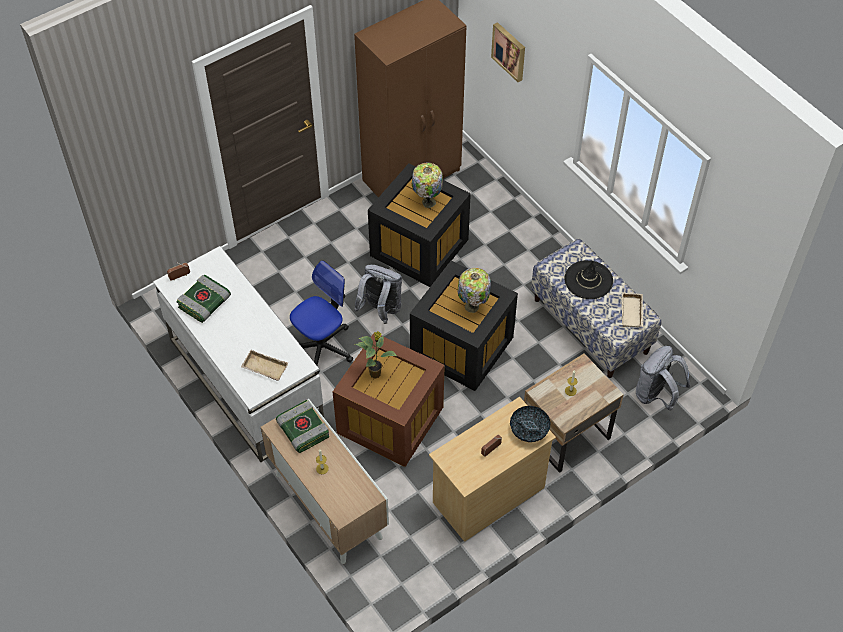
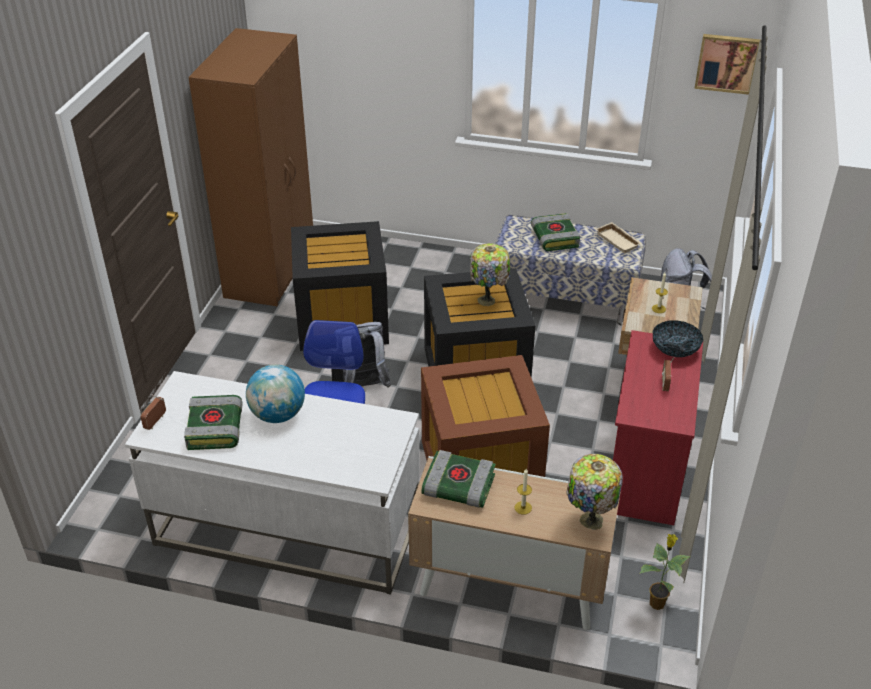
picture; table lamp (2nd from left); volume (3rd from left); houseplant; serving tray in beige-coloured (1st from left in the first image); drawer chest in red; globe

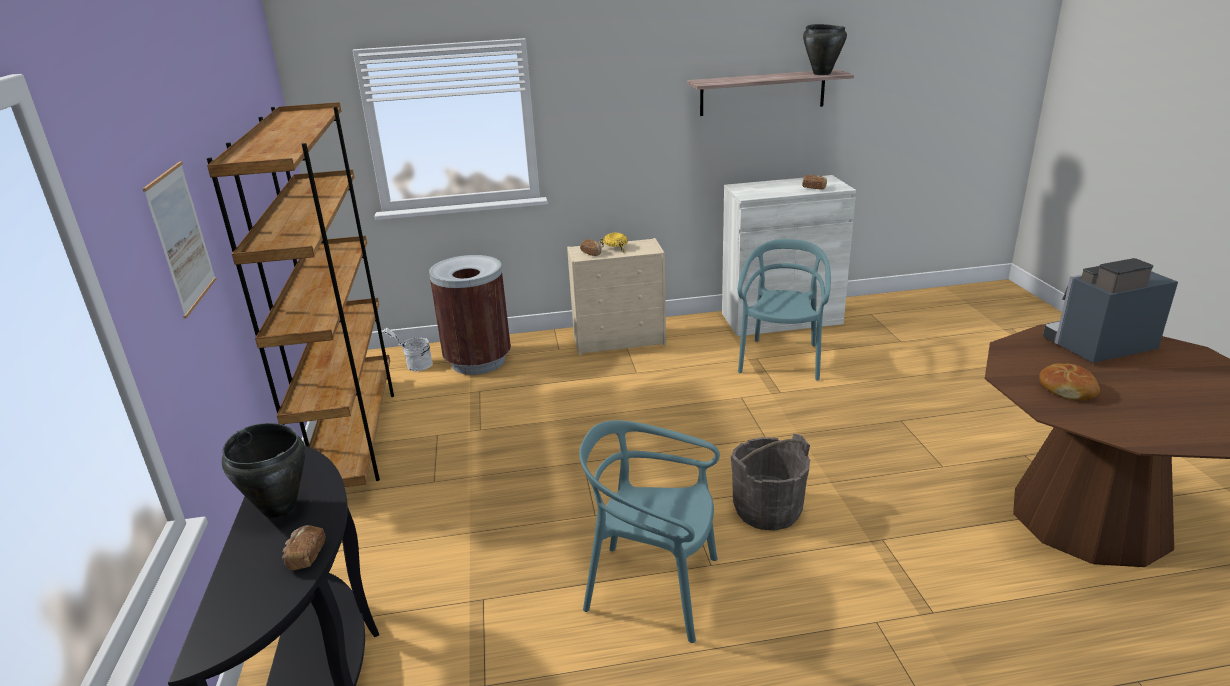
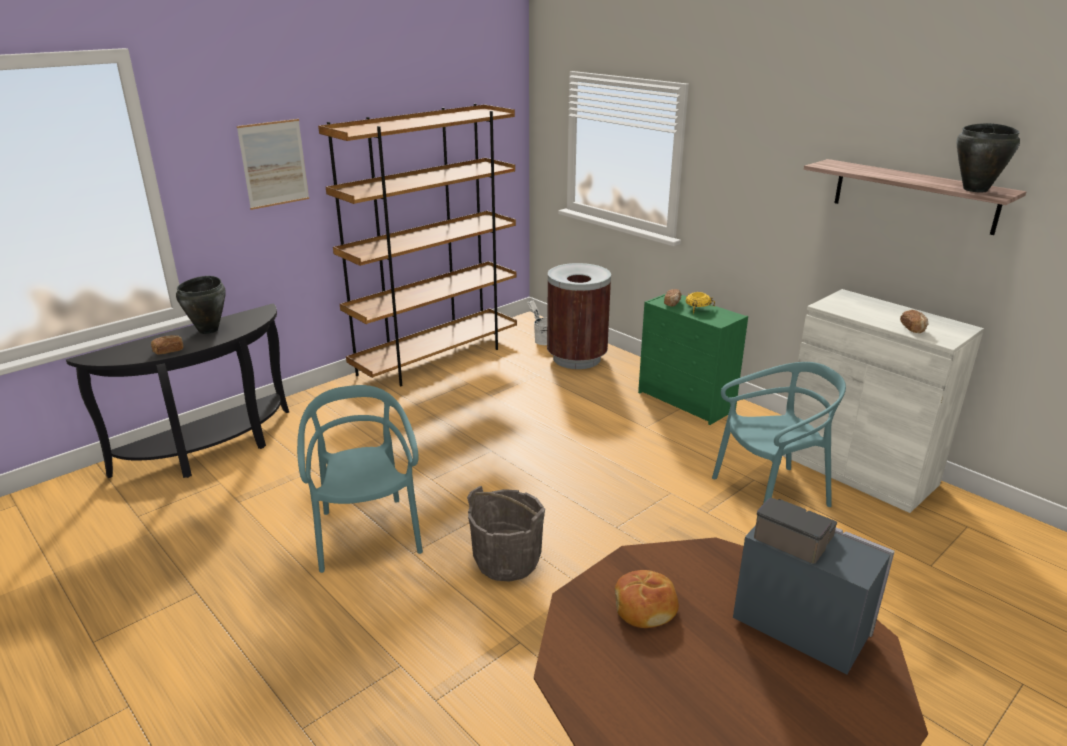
drawer chest in greenish

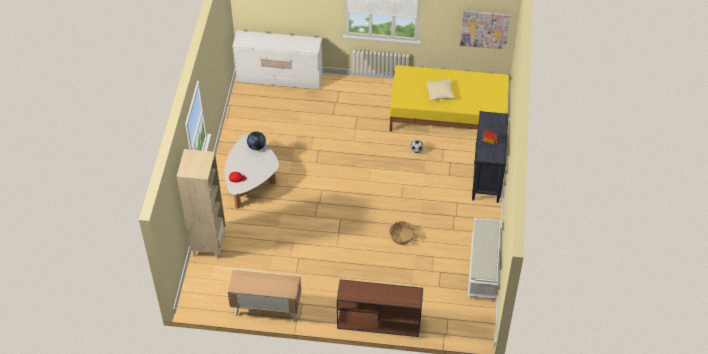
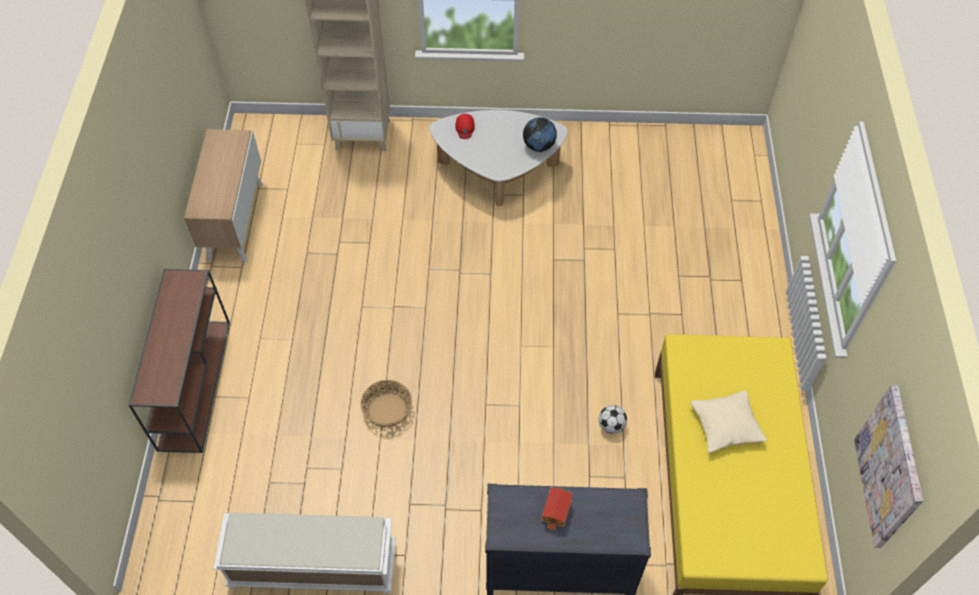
drawer chest in white-coloured

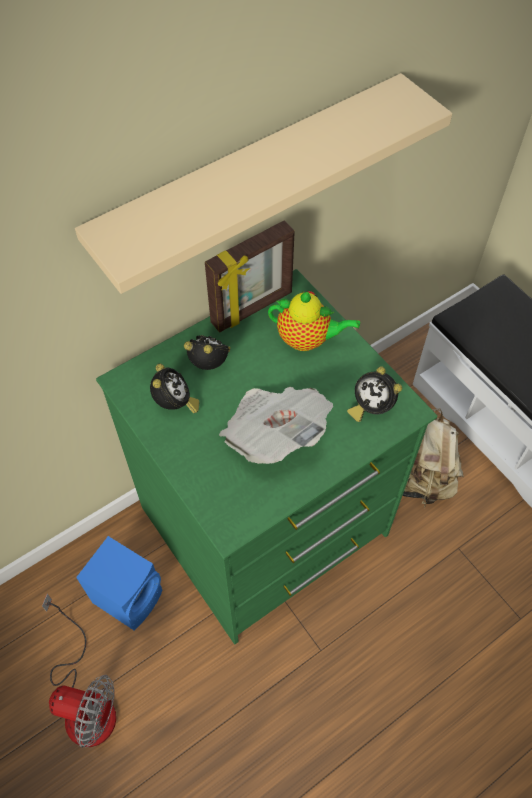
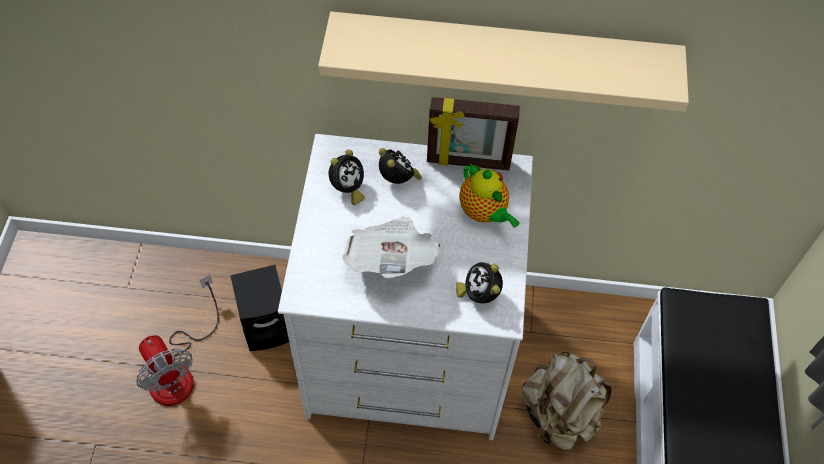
drawer chest in white-coloured; audio speaker in blackish

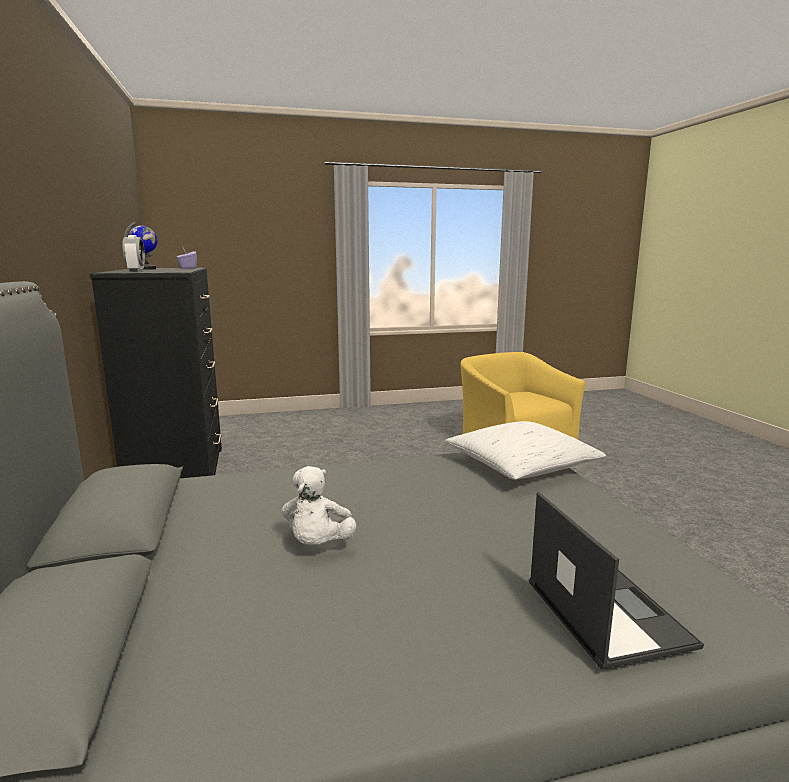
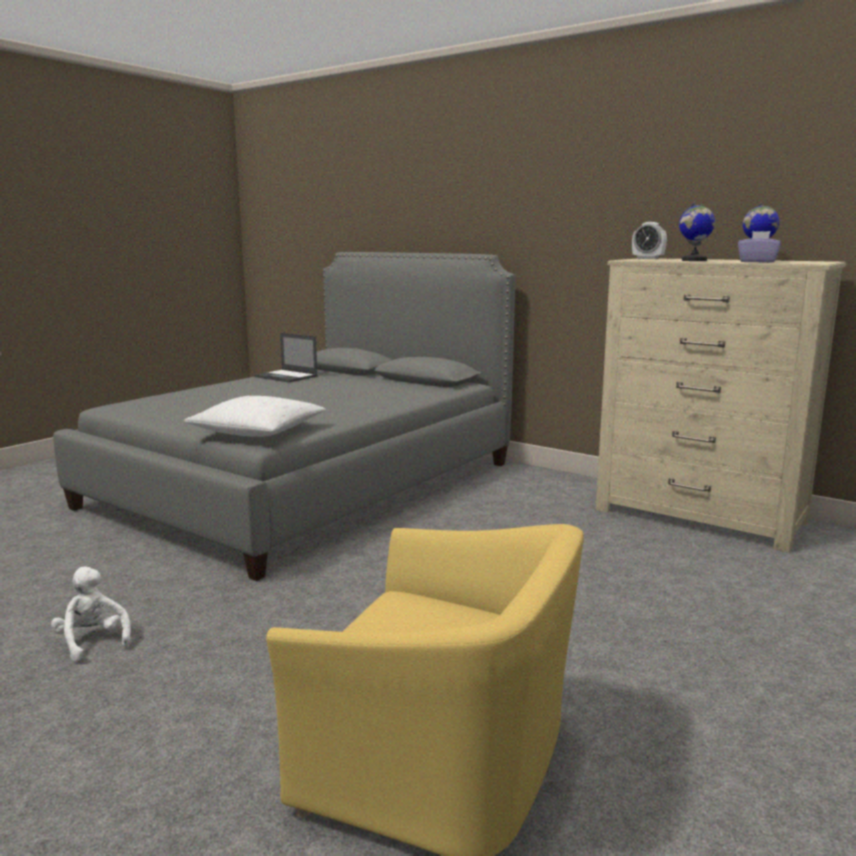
drawer chest in beige-coloured; cuddly toy in white-coloured; laptop; globe (1st from left)

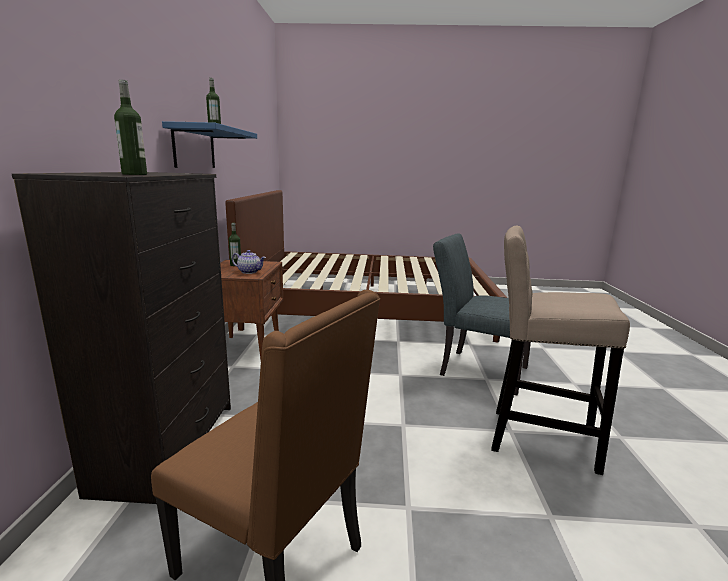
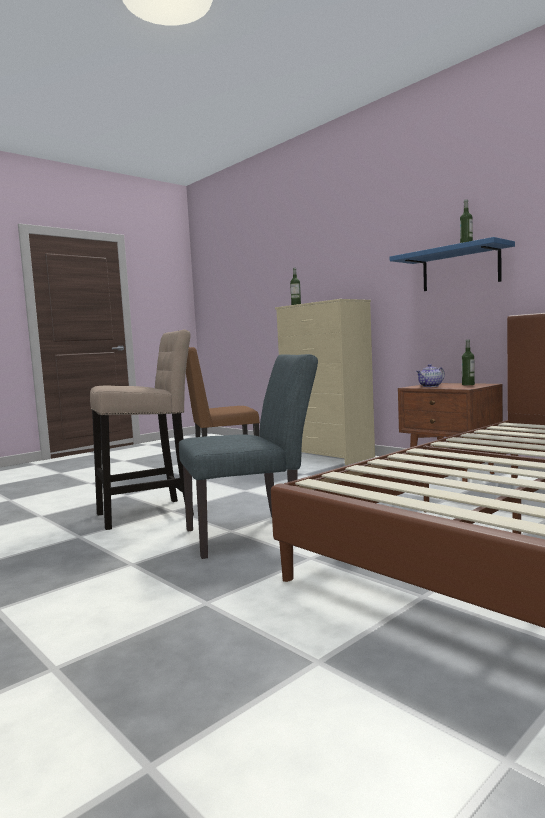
drawer chest in beige-coloured

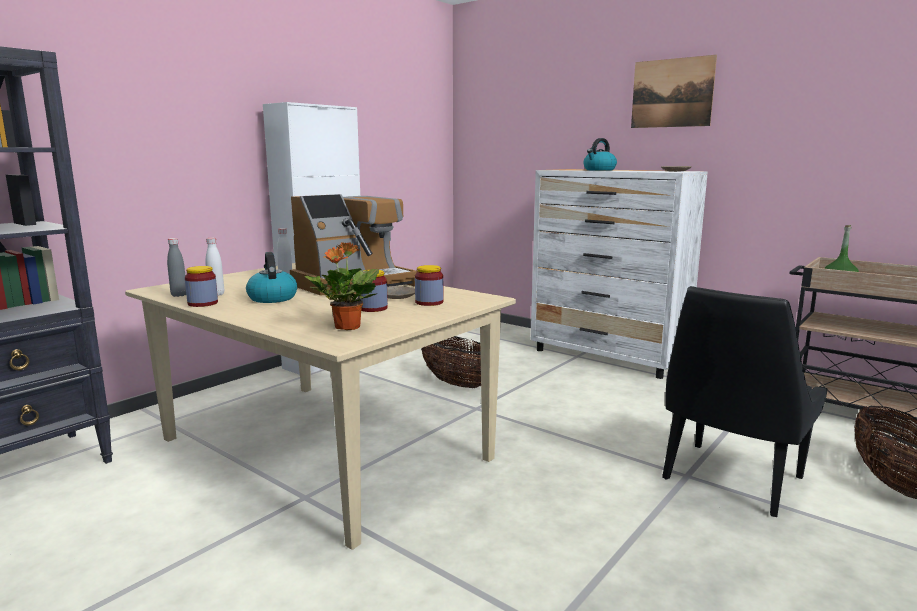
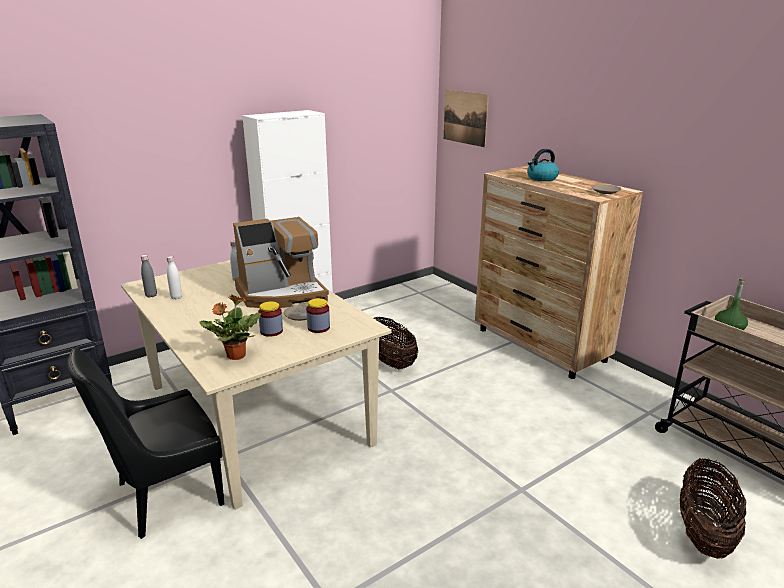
picture; drawer chest in brownish; kettle (1st from left in the first image); jar (1st from left in the first image); chair in blackish

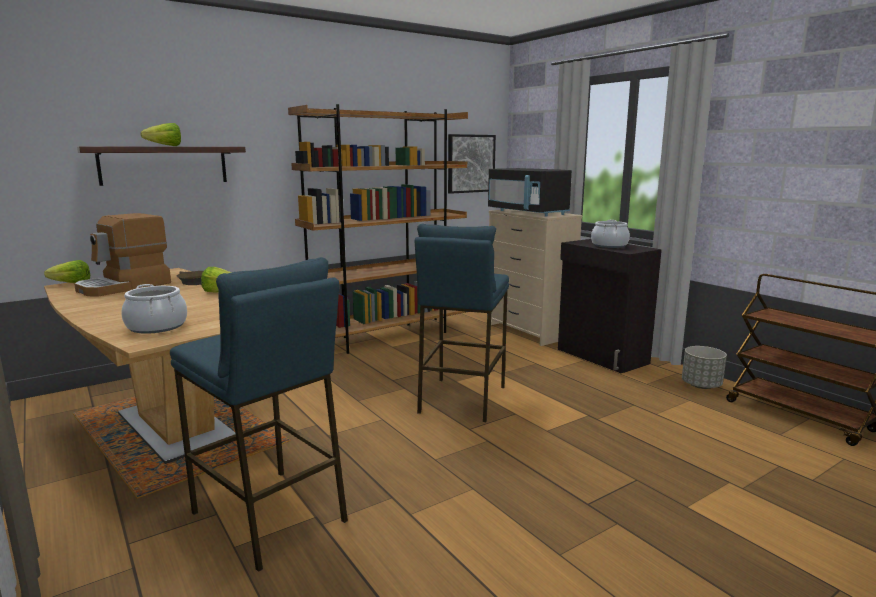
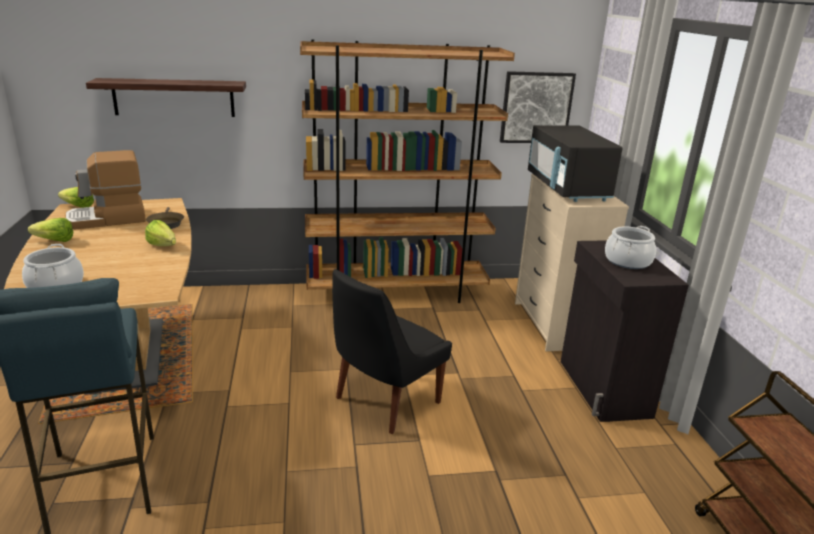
head of lettuce (1st from left); chair in blackish; flower pot in greyish

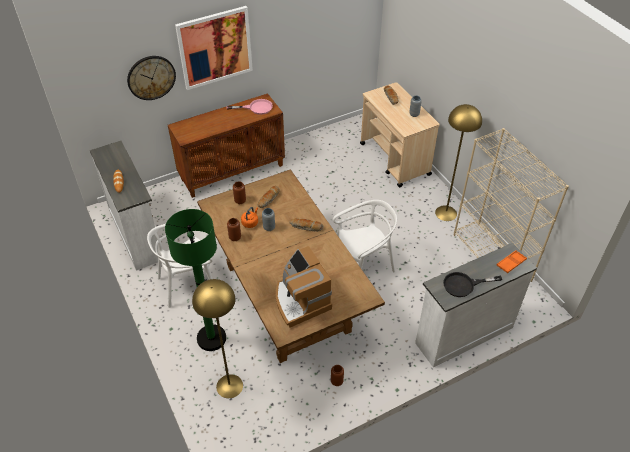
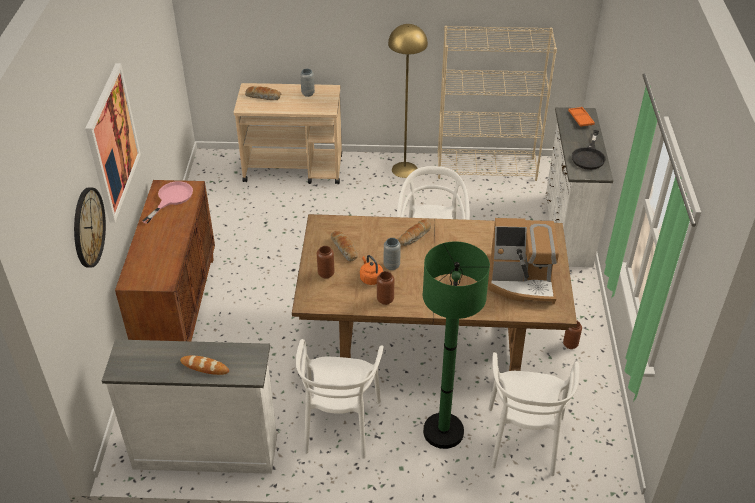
chair in white-coloured (3rd from left)

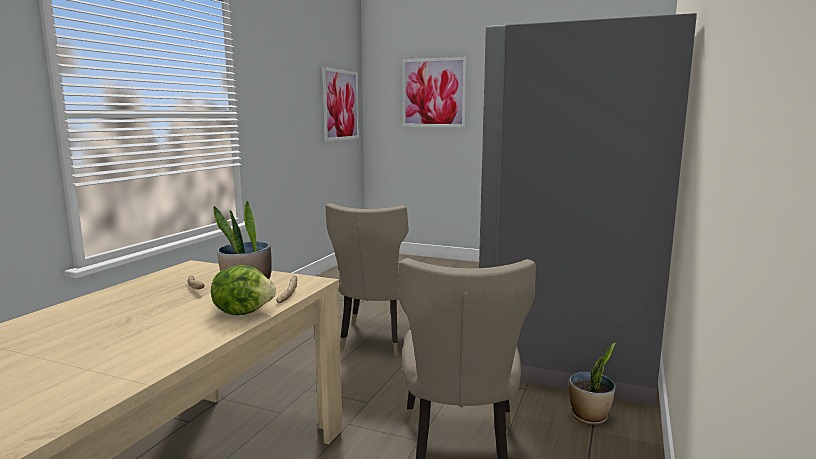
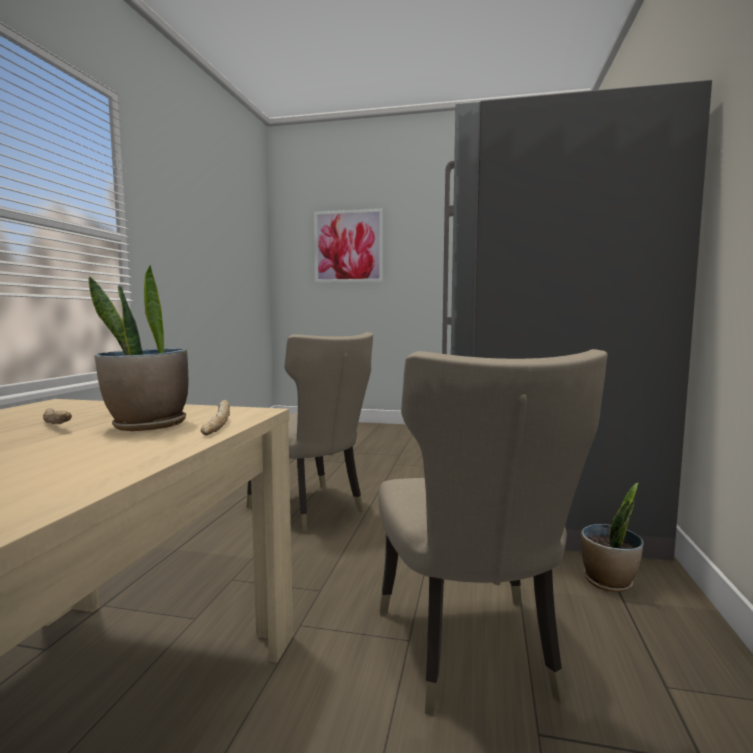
picture (1st from left in the first image); chair in beige-coloured (1st from left); head of lettuce

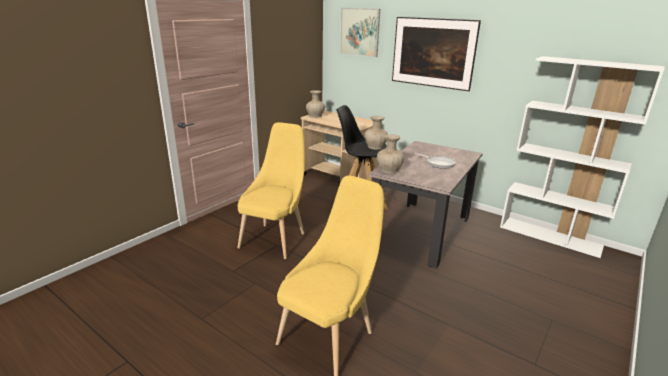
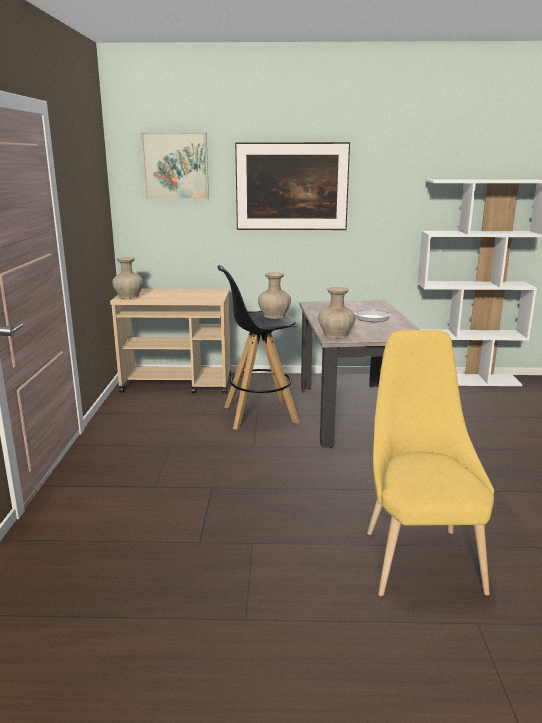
chair in yellowish (1st from left in the first image)

